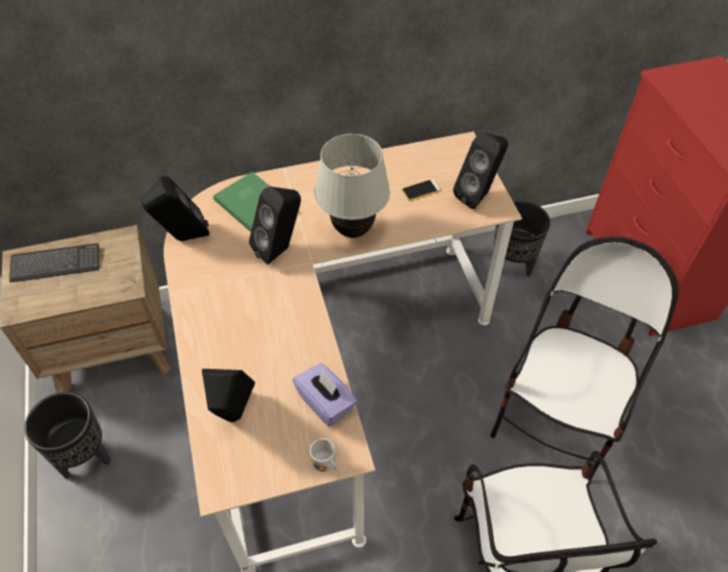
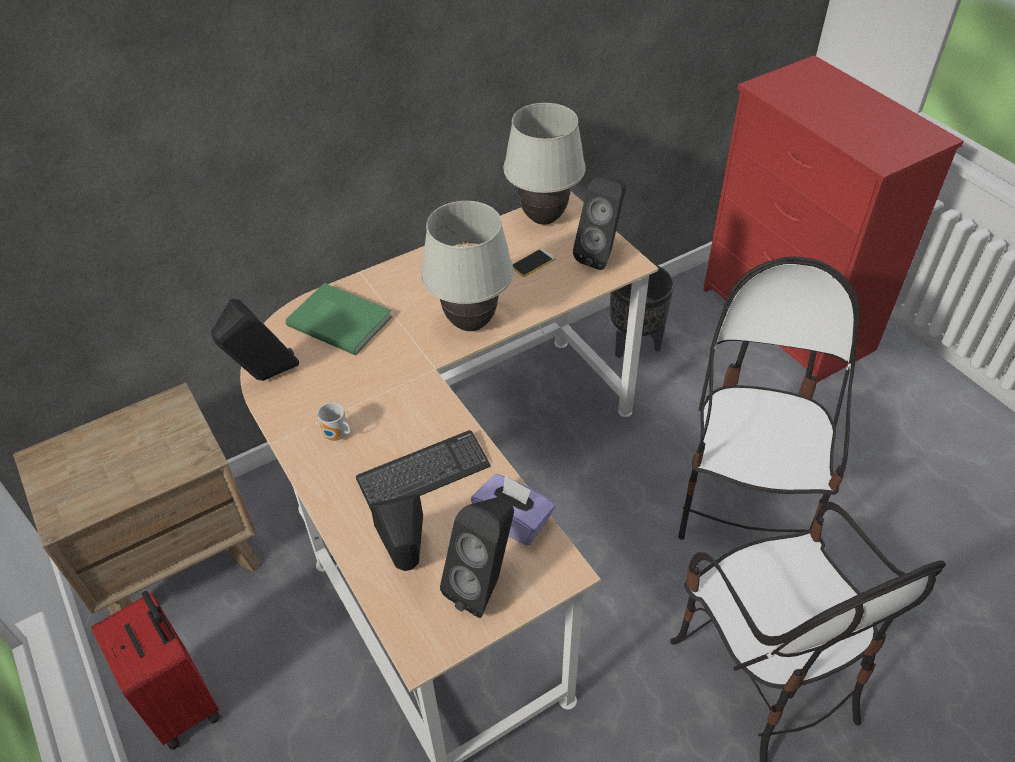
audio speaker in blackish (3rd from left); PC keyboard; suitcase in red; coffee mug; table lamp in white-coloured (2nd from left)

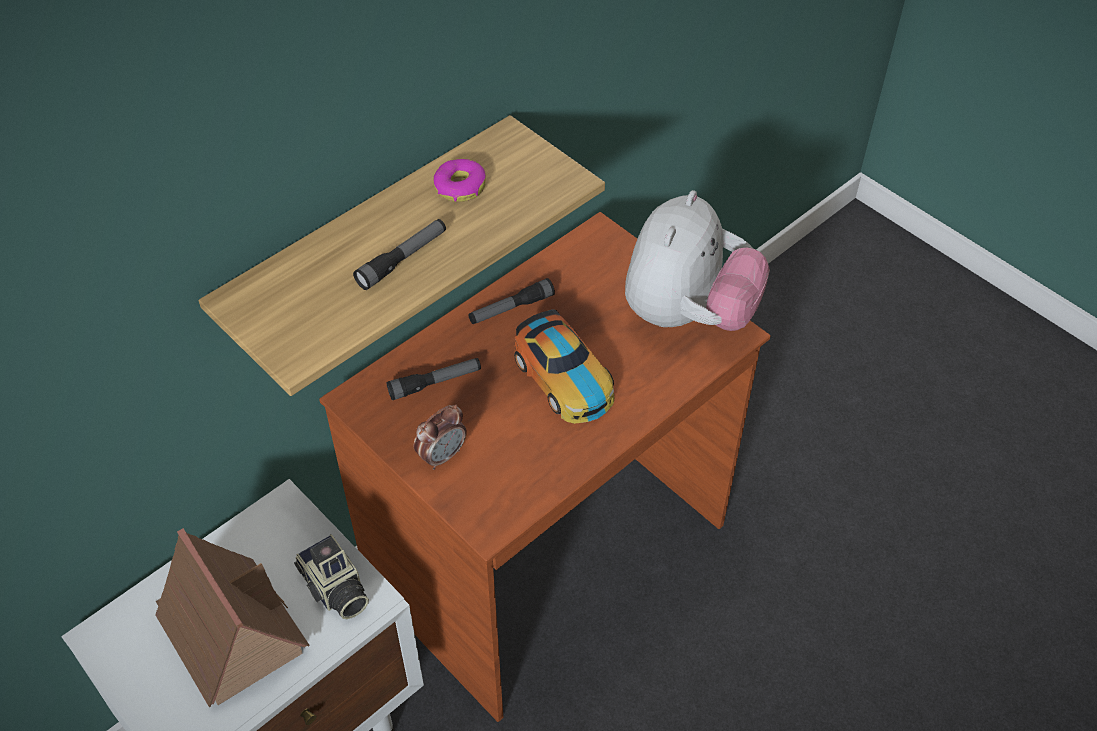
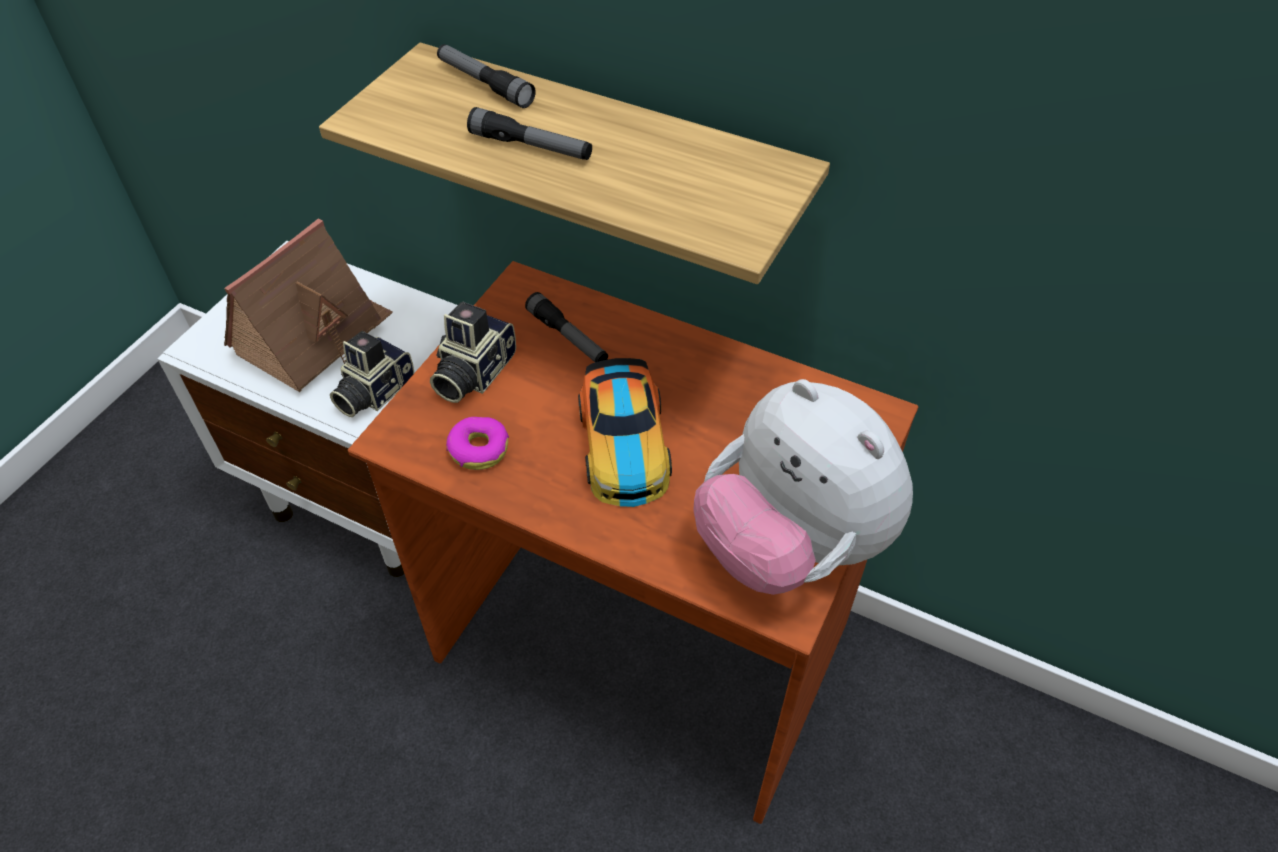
donut; cuddly toy; hand torch (1st from left); toy car; still camera (2nd from left)

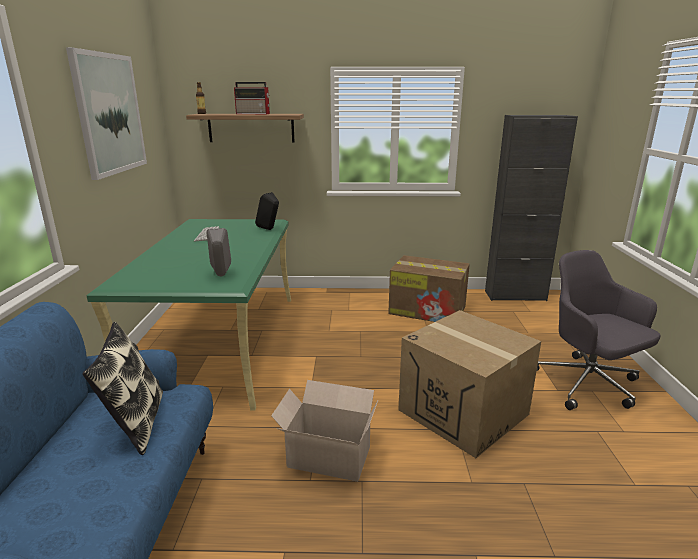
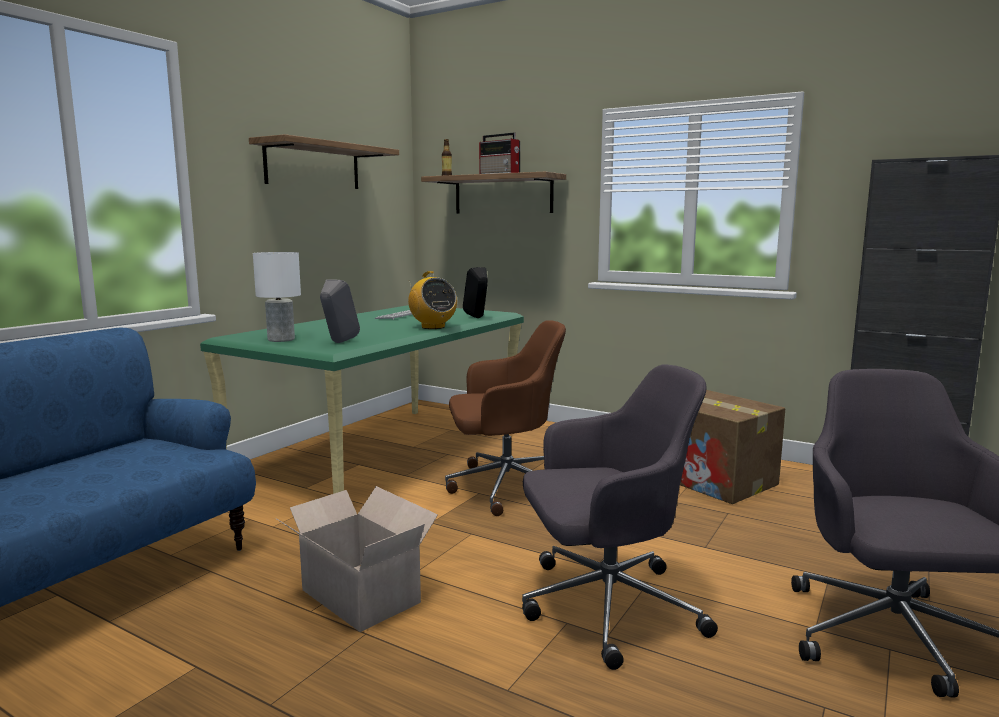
shelf (1st from left); desk chair in greyish (1st from left); cushion; table lamp in white-coloured; radio receiver (1st from left); desk chair in brownish

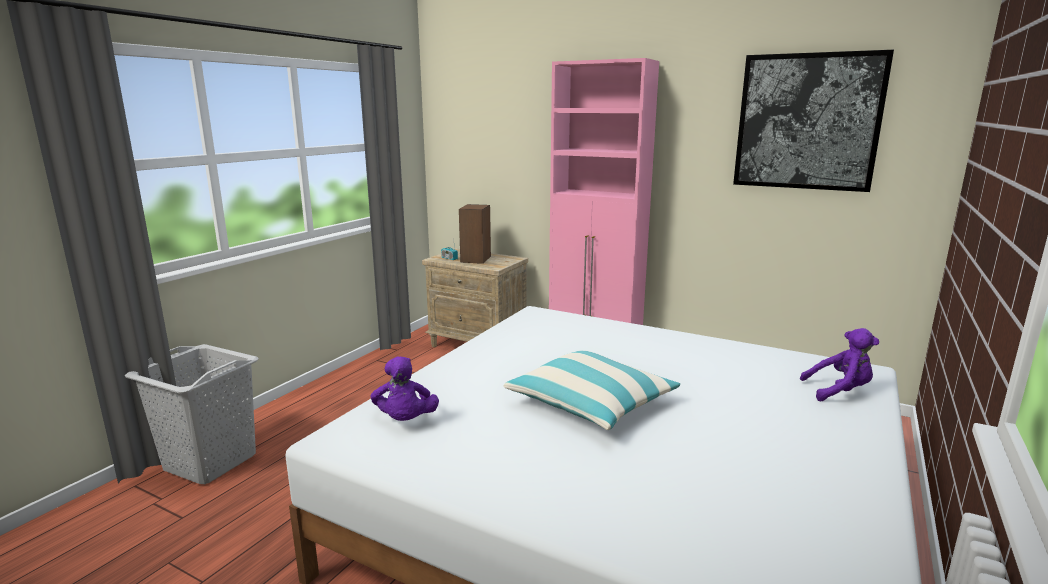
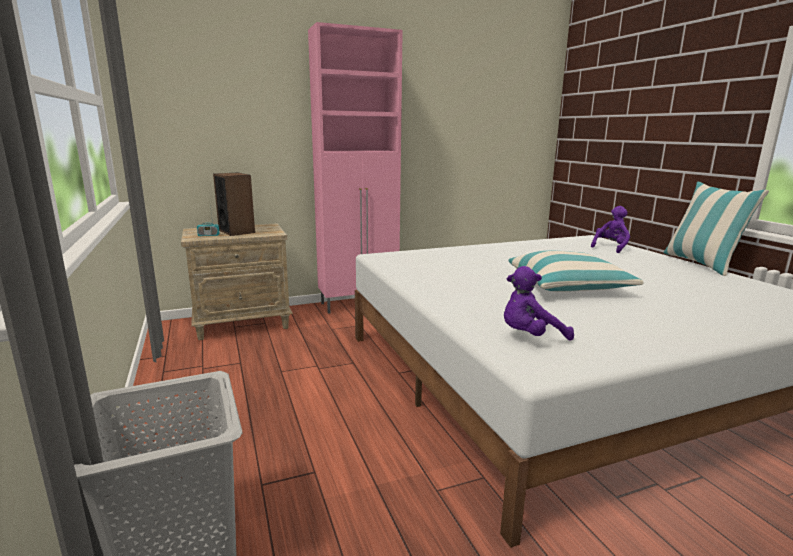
picture; cuddly toy in purplish (1st from left); cushion (2nd from left)

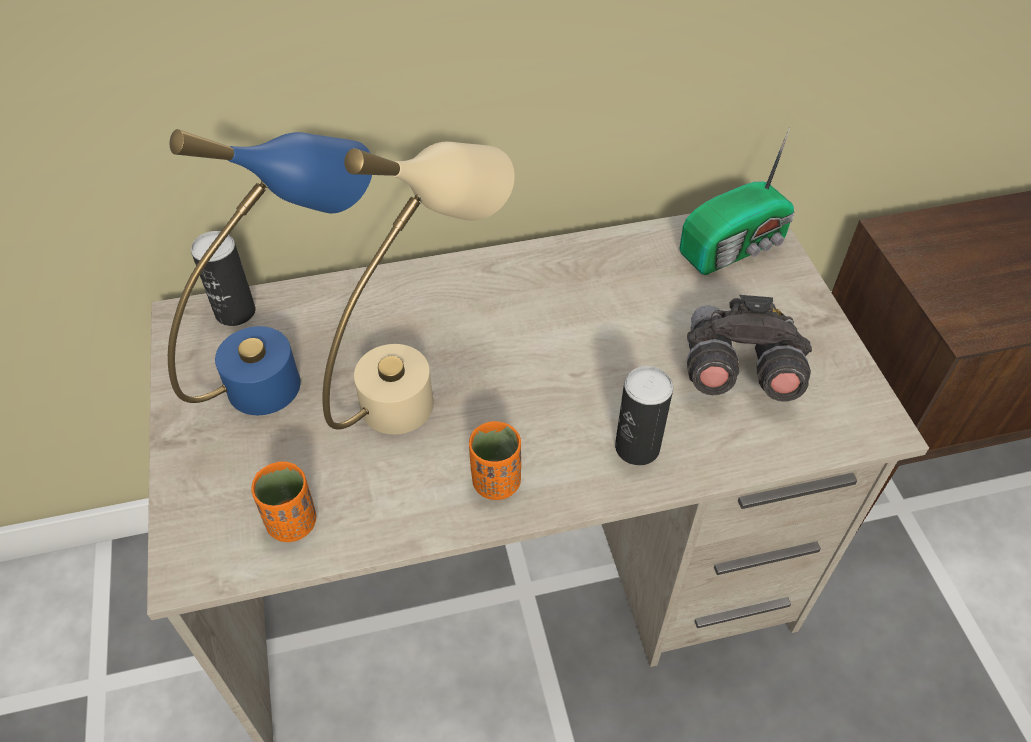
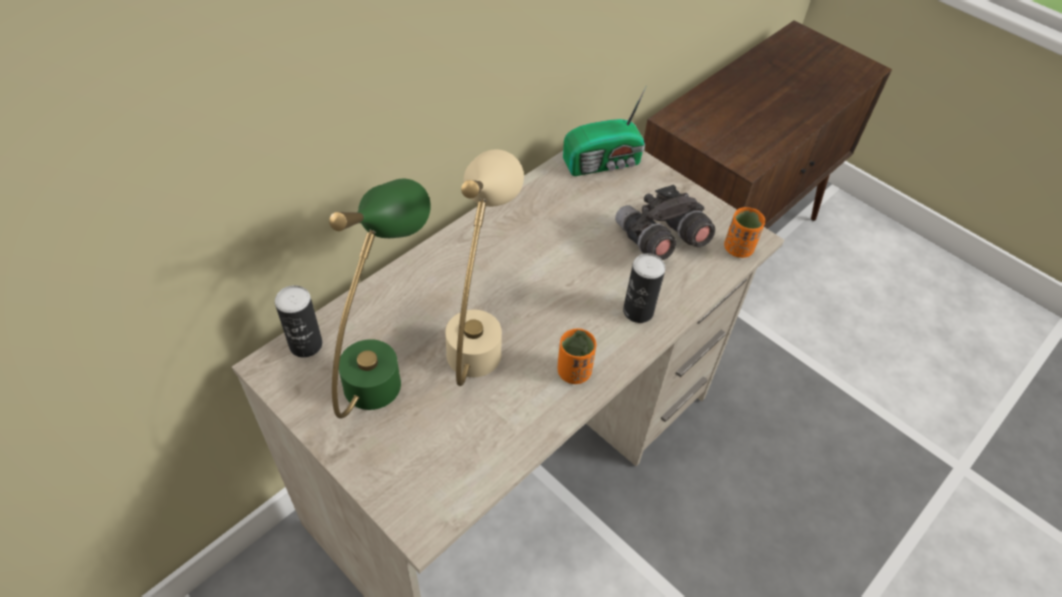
radio receiver; table lamp in greenish; drinking cup in orange-coloured (2nd from left)

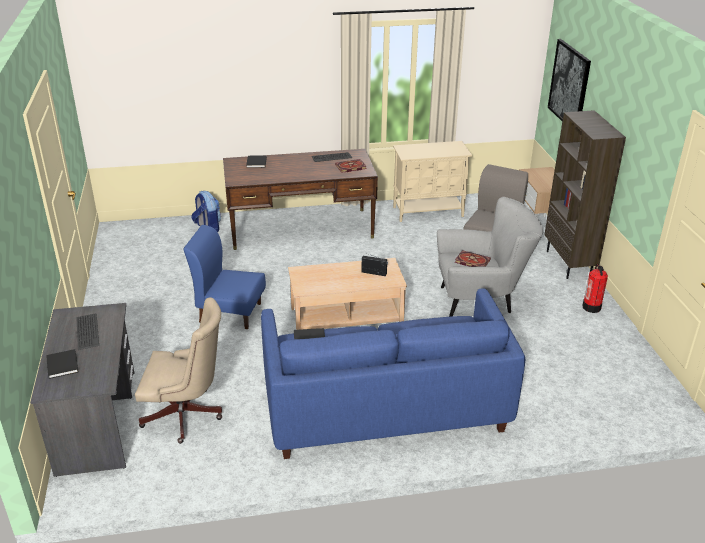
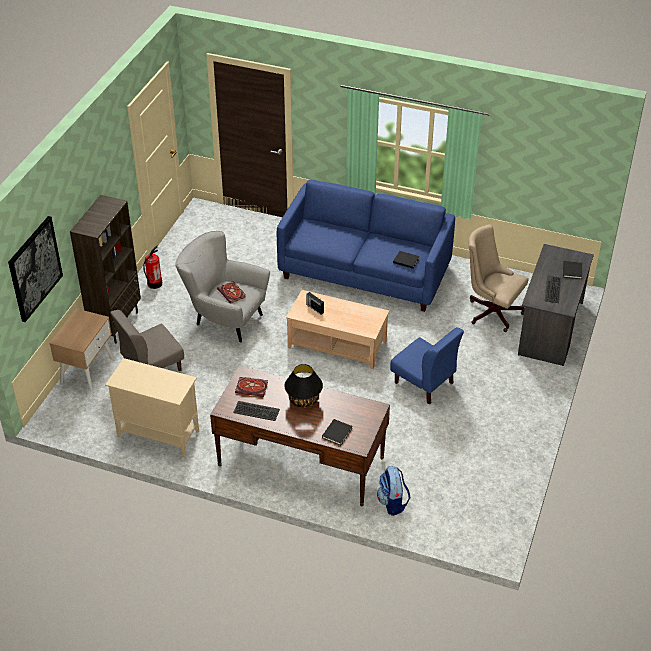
table lamp in blackish

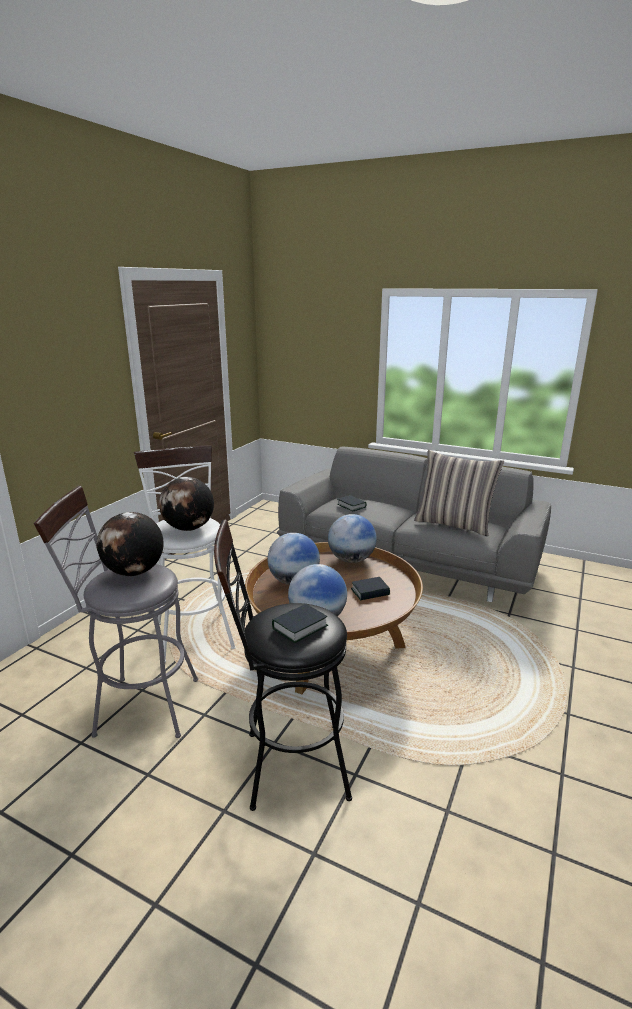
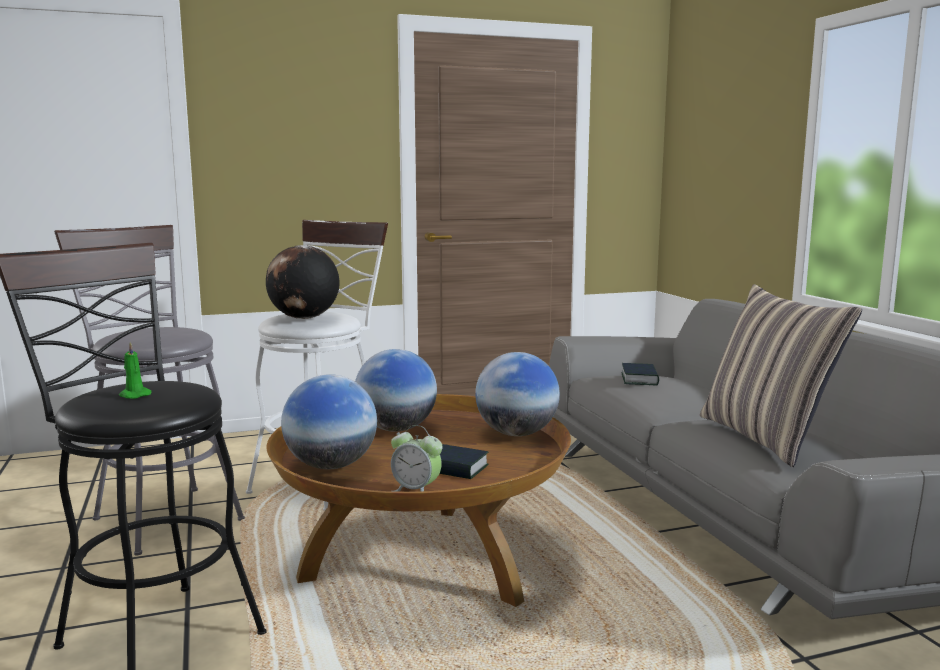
globe (1st from left in the first image); candle in greenish; alarm clock

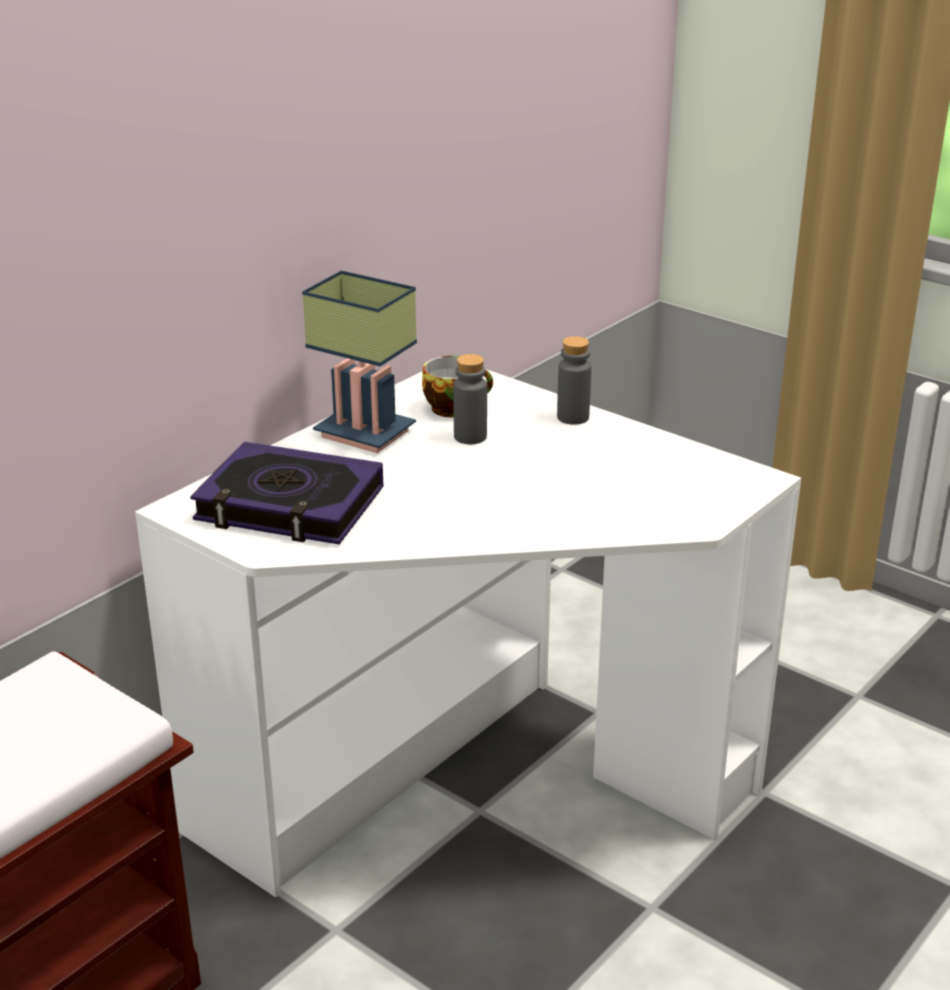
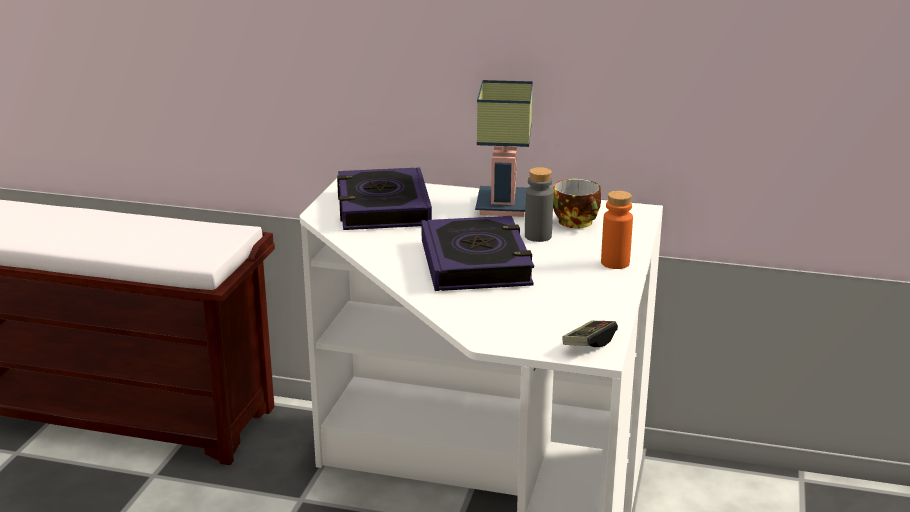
drink bottle in orange-coloured; volume (2nd from left); gamepad

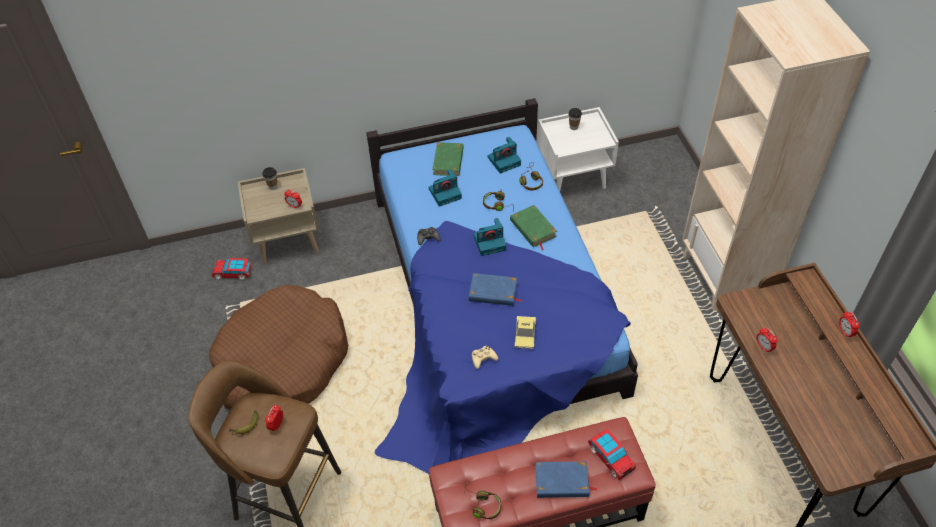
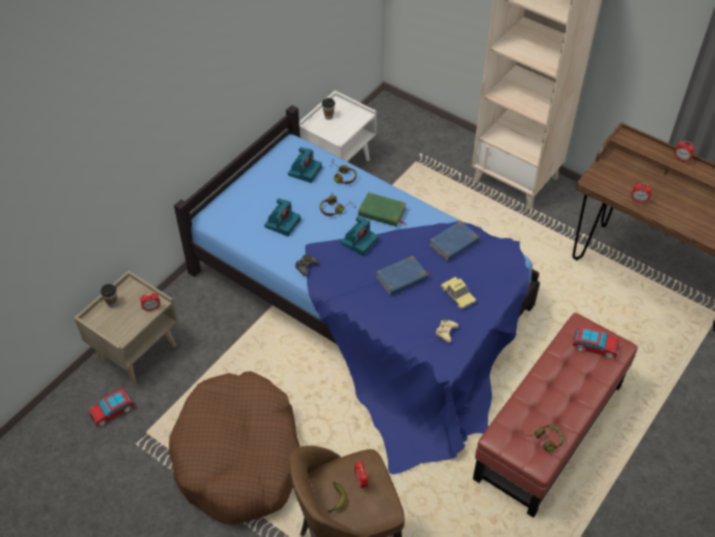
volume in greenish (1st from left in the first image); volume in blue (2nd from left)

